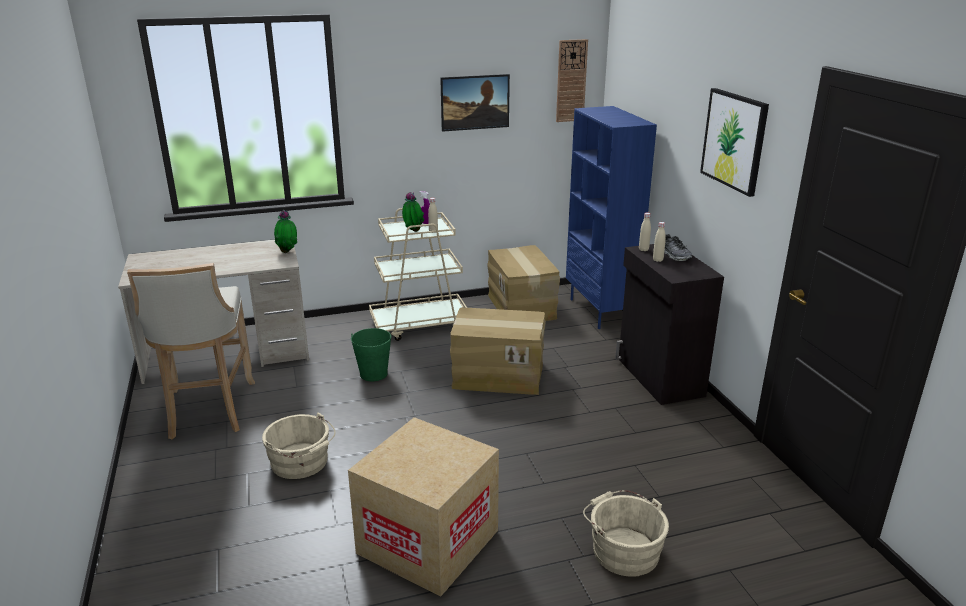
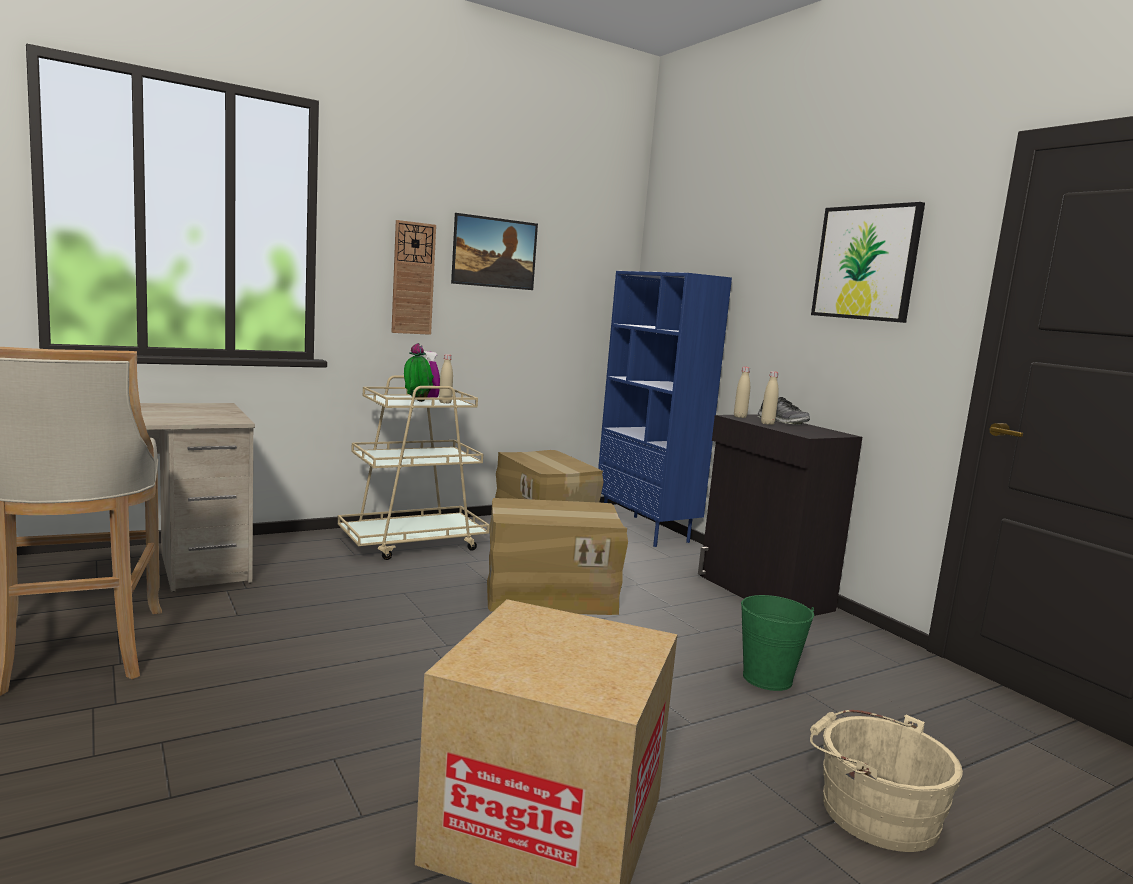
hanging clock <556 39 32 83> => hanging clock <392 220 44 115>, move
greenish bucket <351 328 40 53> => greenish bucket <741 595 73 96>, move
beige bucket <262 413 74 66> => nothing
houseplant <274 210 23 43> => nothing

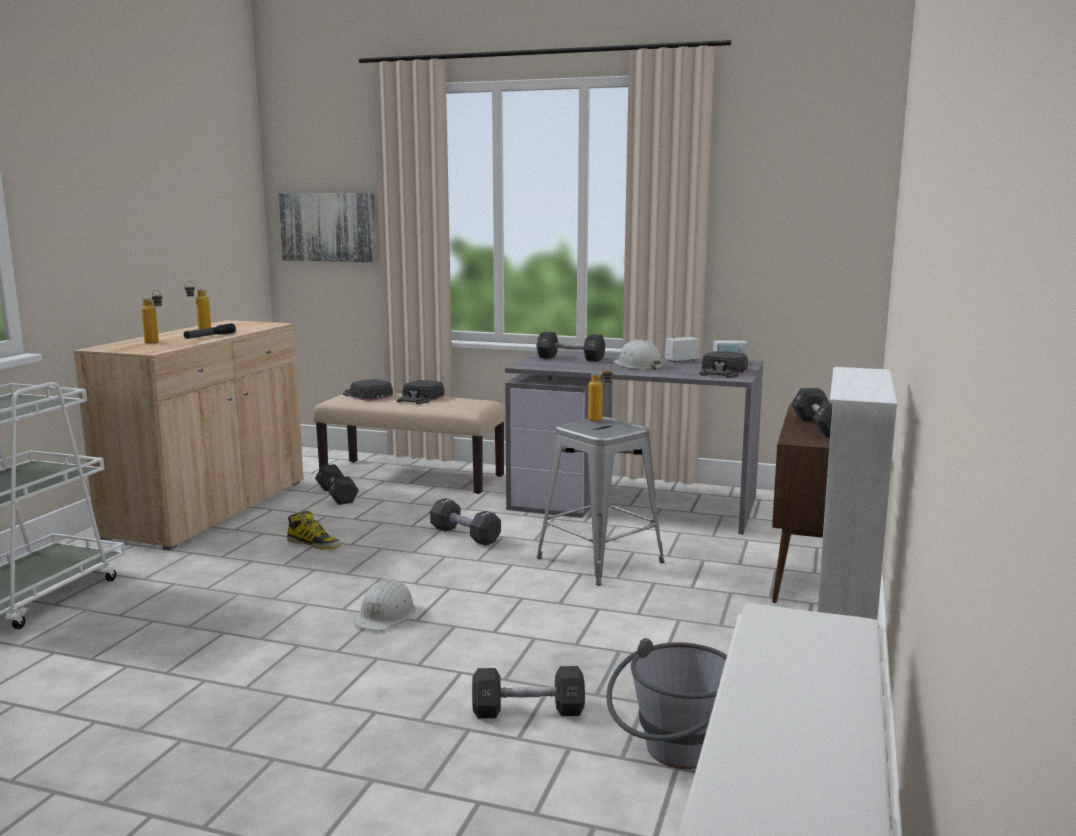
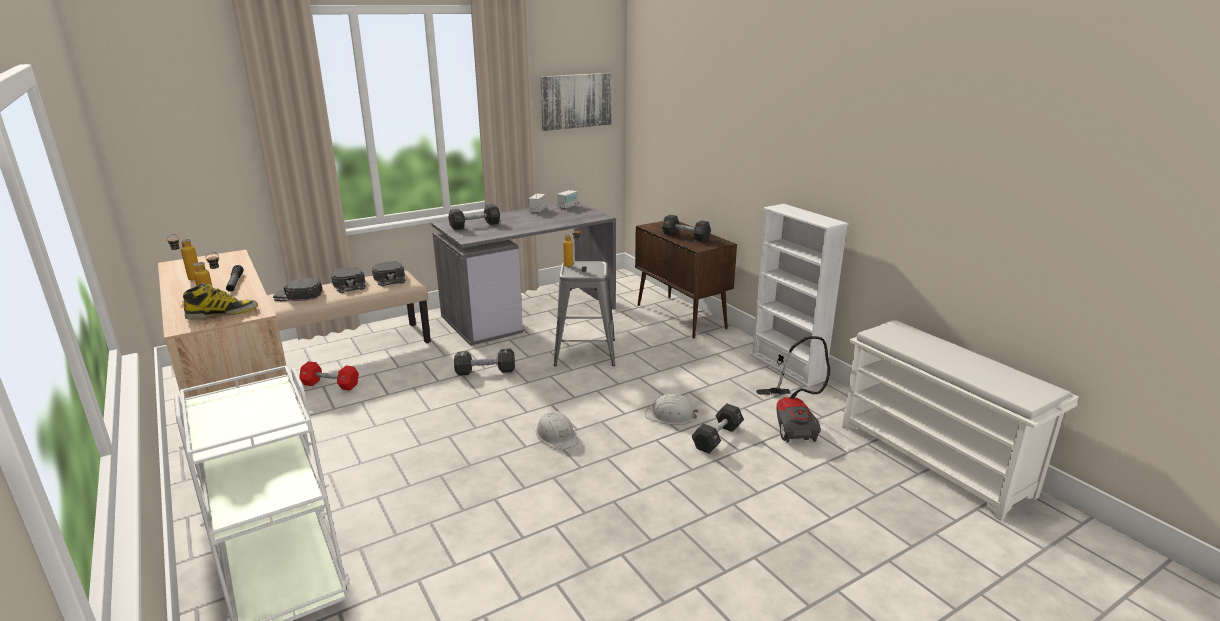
high-top boot <287 511 54 38> => high-top boot <183 283 75 37>, move
blackish dumbbell <315 464 44 41> => red dumbbell <299 361 60 30>
blackish peaked cap <699 351 49 27> => blackish peaked cap <372 261 34 26>, move
wall picture <278 193 98 69> => wall picture <540 73 72 58>, move
white safety helmet <613 340 50 30> => white safety helmet <645 394 53 31>, move
gray bucket <606 638 121 131> => vacuum <756 336 74 106>

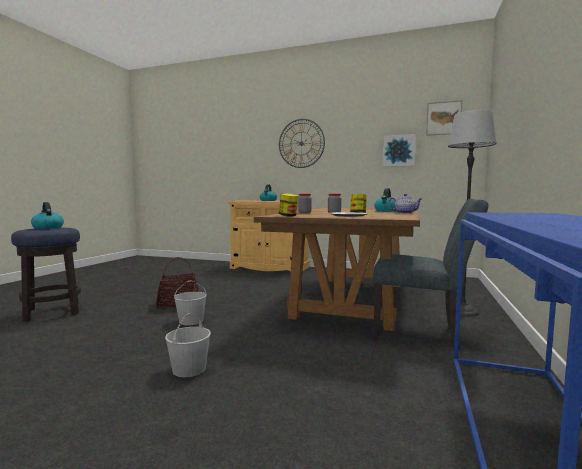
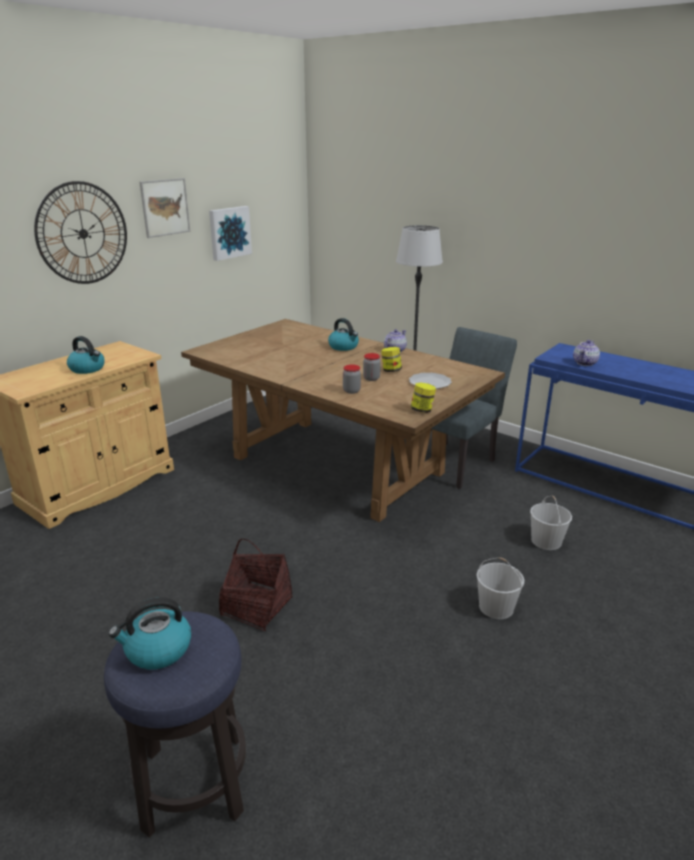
wall picture <426 100 37 36> => wall picture <139 178 51 60>, move
white bucket <174 281 33 44> => white bucket <530 496 42 54>, move
nothing => tea pot <573 340 27 26>

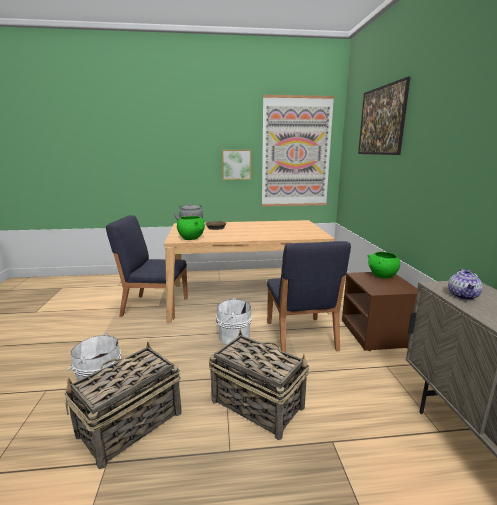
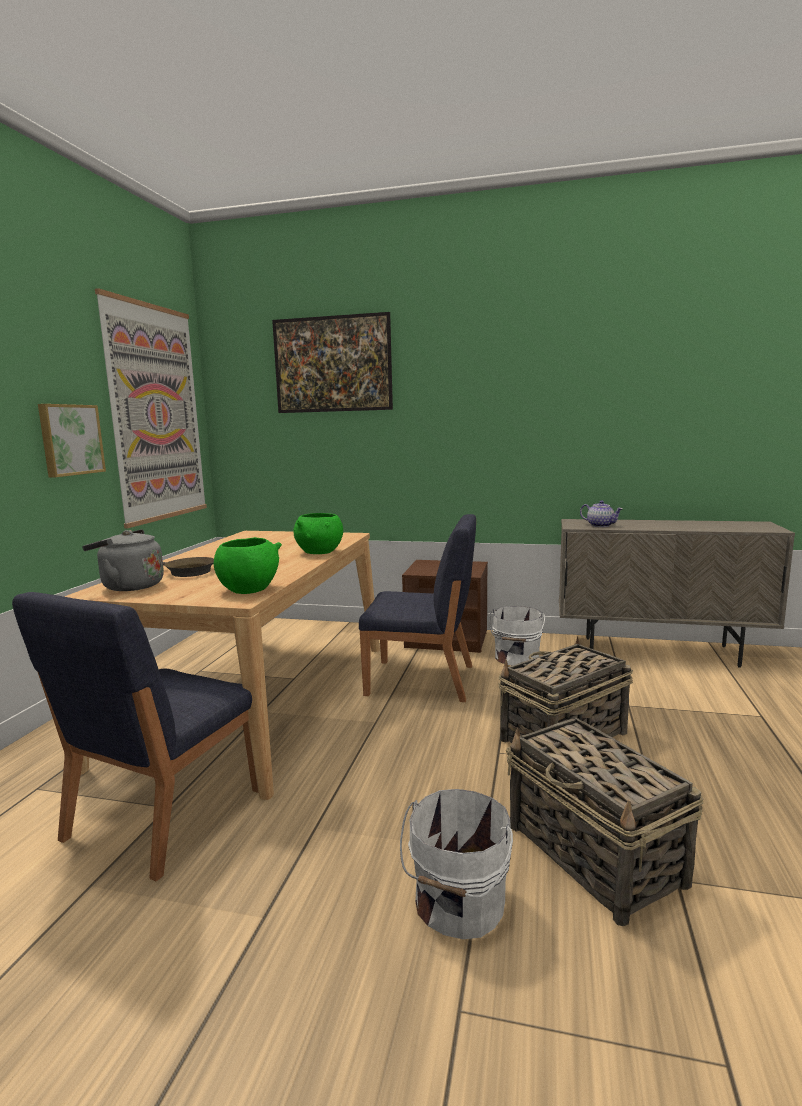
greenish serving bowl <367 252 33 27> => greenish serving bowl <293 513 50 41>, move
white bucket <216 298 36 46> => white bucket <489 606 56 60>, move

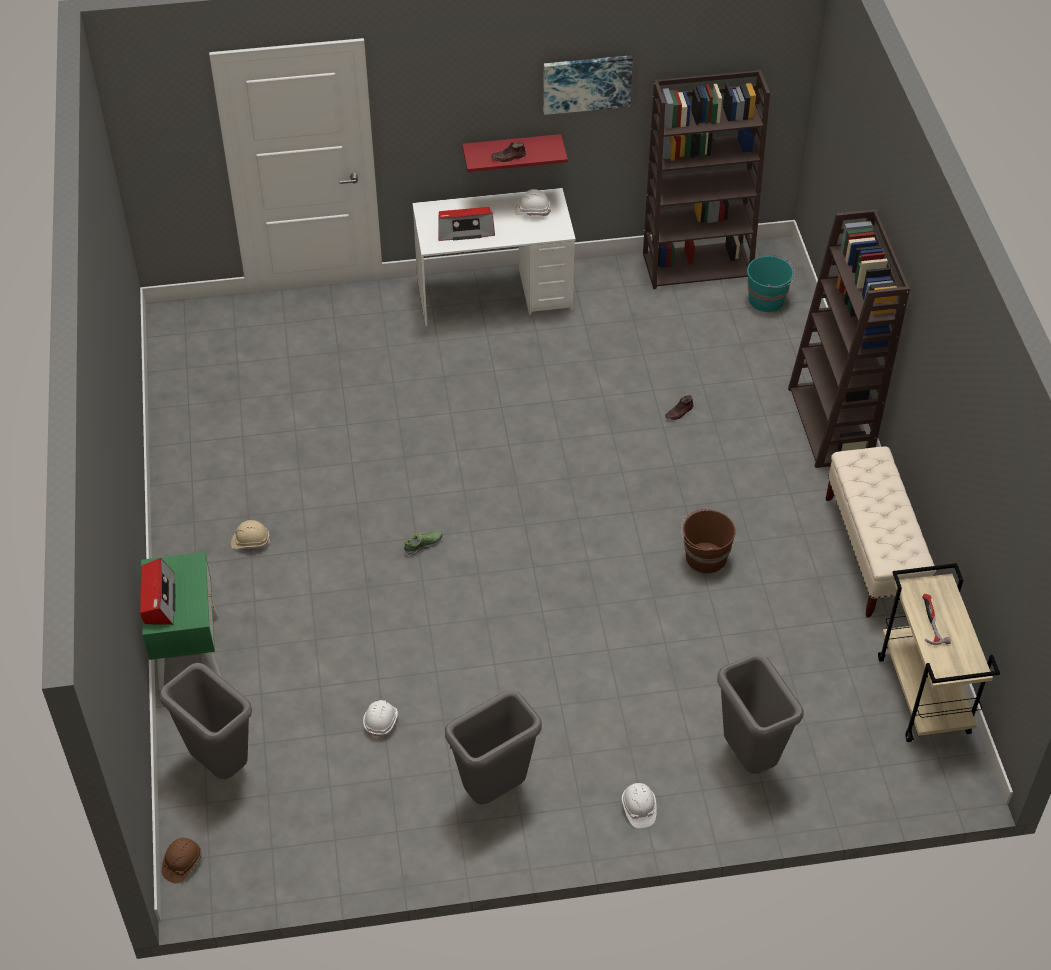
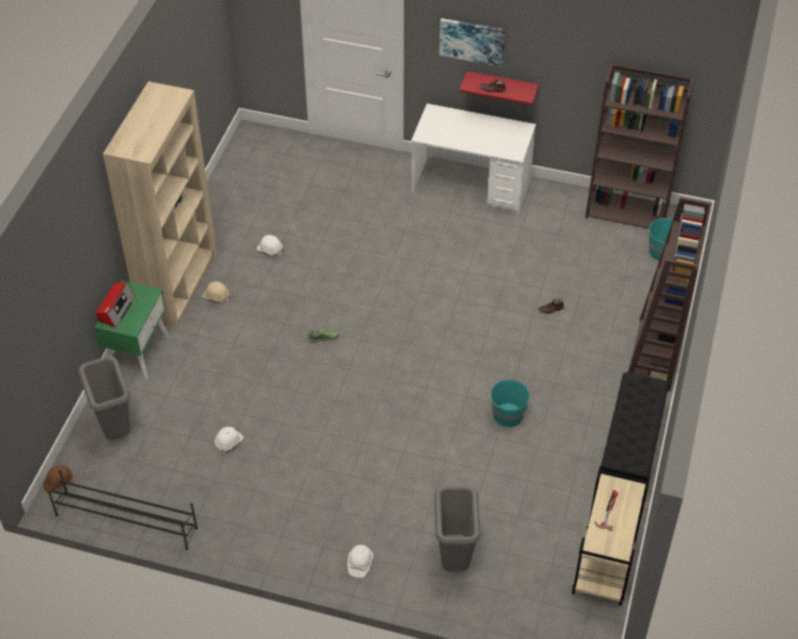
nothing => blackish shoe rack <48 470 150 80>
nothing => beige shelving unit <103 81 114 245>
white safety helmet <514 189 37 27> => white safety helmet <257 235 25 22>, move
wall picture <543 55 90 60> => wall picture <439 18 66 49>, move
brown-coloured bucket <681 509 55 64> => turquoise-coloured bucket <488 378 42 49>
beige indoor bench <826 447 110 171> => blackish indoor bench <598 372 71 133>
radio set <438 207 57 34> => nothing
gray rubbish bin <445 690 97 114> => nothing

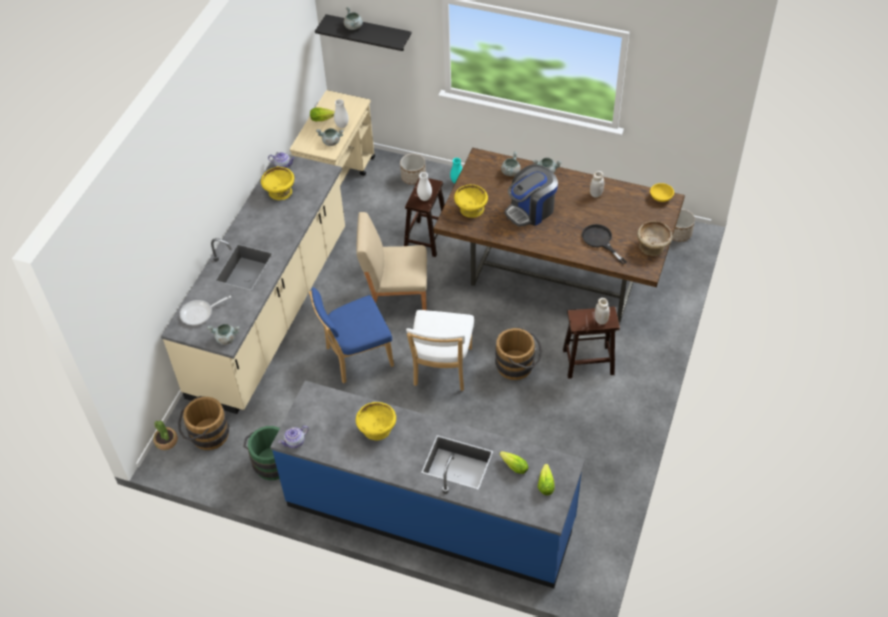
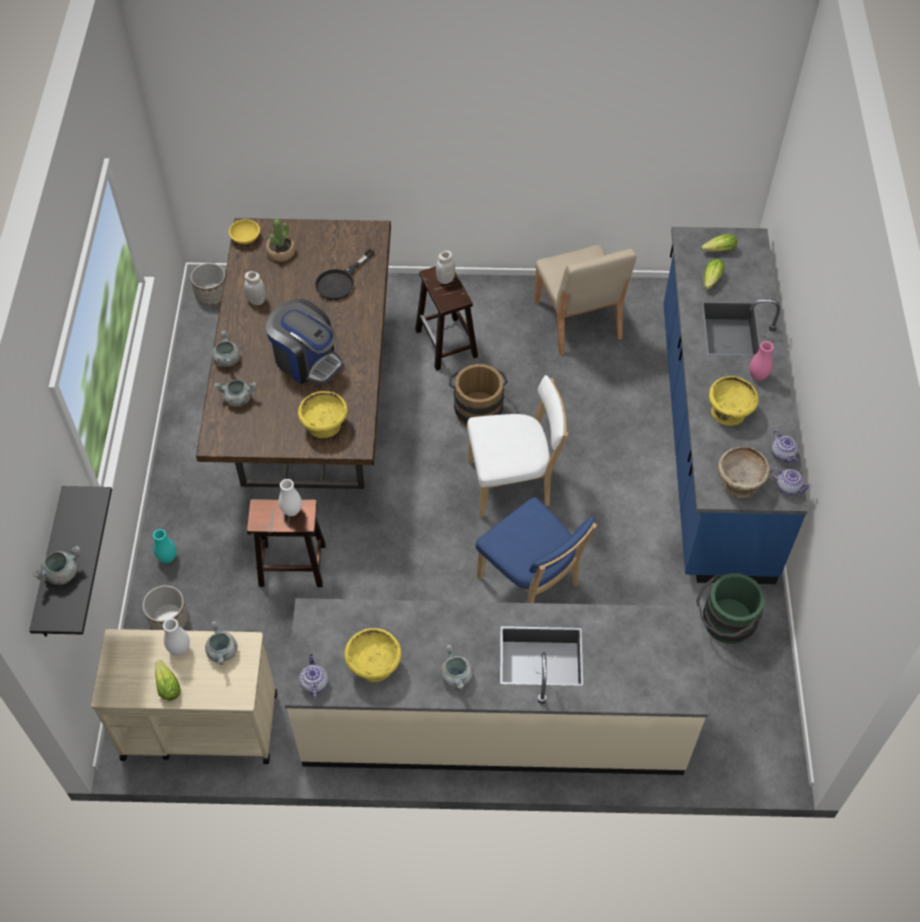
houseplant <153 421 25 29> => houseplant <266 219 30 43>, move
gray saucepot <207 324 32 21> => gray saucepot <440 645 33 45>, move
beige plain chair <356 212 71 98> => beige plain chair <534 245 102 110>, move
beige serving bowl <637 221 36 35> => beige serving bowl <718 446 52 52>, move
nothing => pink-coloured decorative vase <749 341 25 40>
nothing => tea pot <772 430 26 34>
brown-coloured bucket <178 396 51 54> => nothing
frying pan <179 295 52 30> => nothing

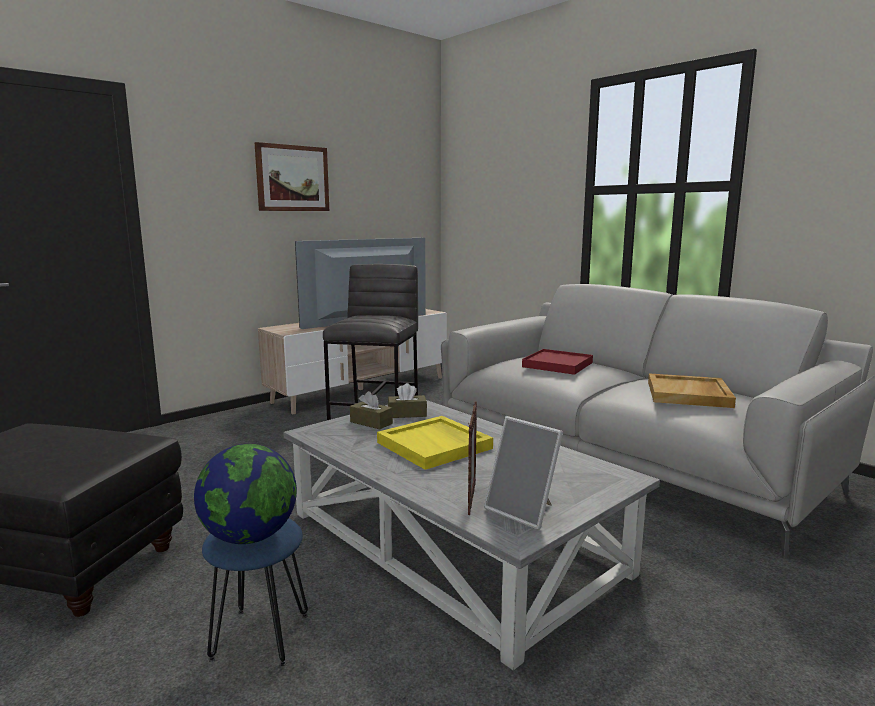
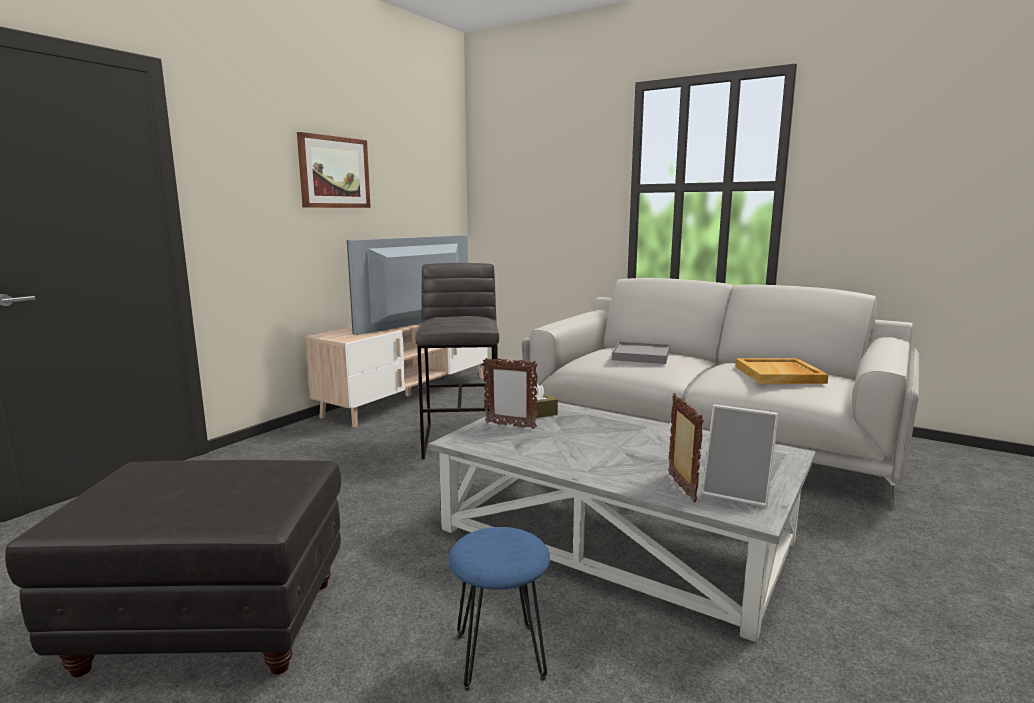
brown-coloured box of tissues <350 391 43 38> => photo frame <483 357 55 72>
red tray <522 349 71 26> => gray tray <612 342 58 22>
world globe <194 444 103 100> => nothing
yellow-coloured tray <377 416 116 54> => nothing

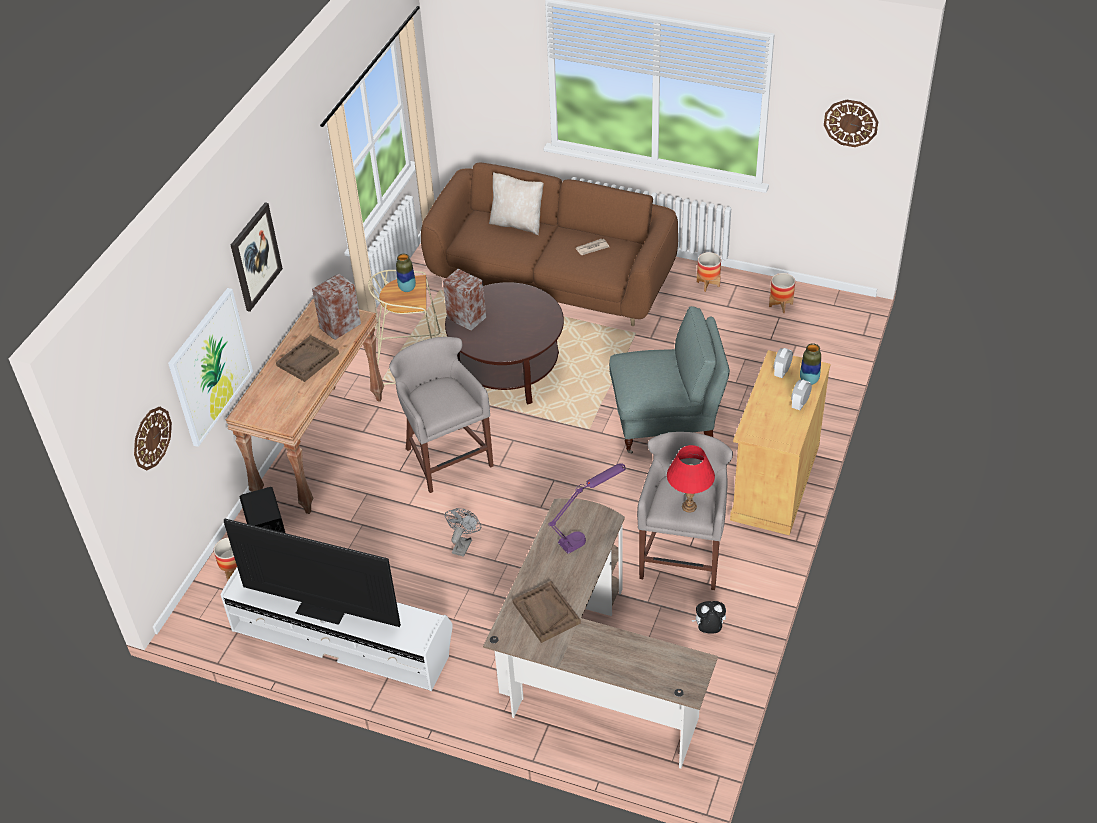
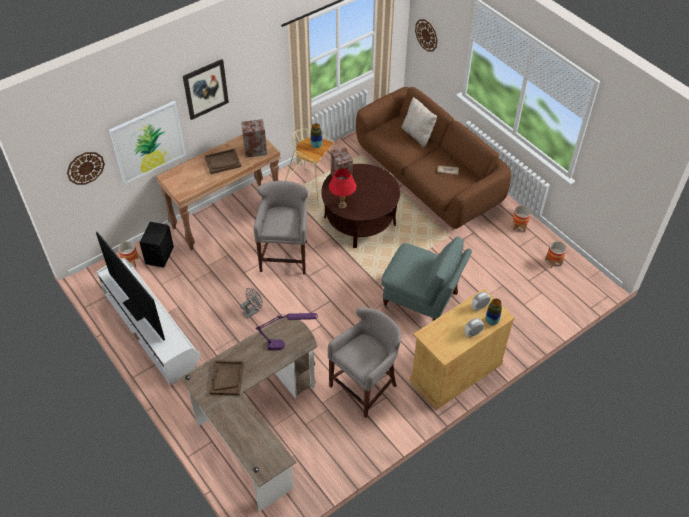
red lamp for a table <667 445 48 68> => red lamp for a table <329 169 28 40>, move
hanging clock <824 100 54 47> => hanging clock <415 19 23 33>, move
plush toy <692 601 34 33> => nothing

